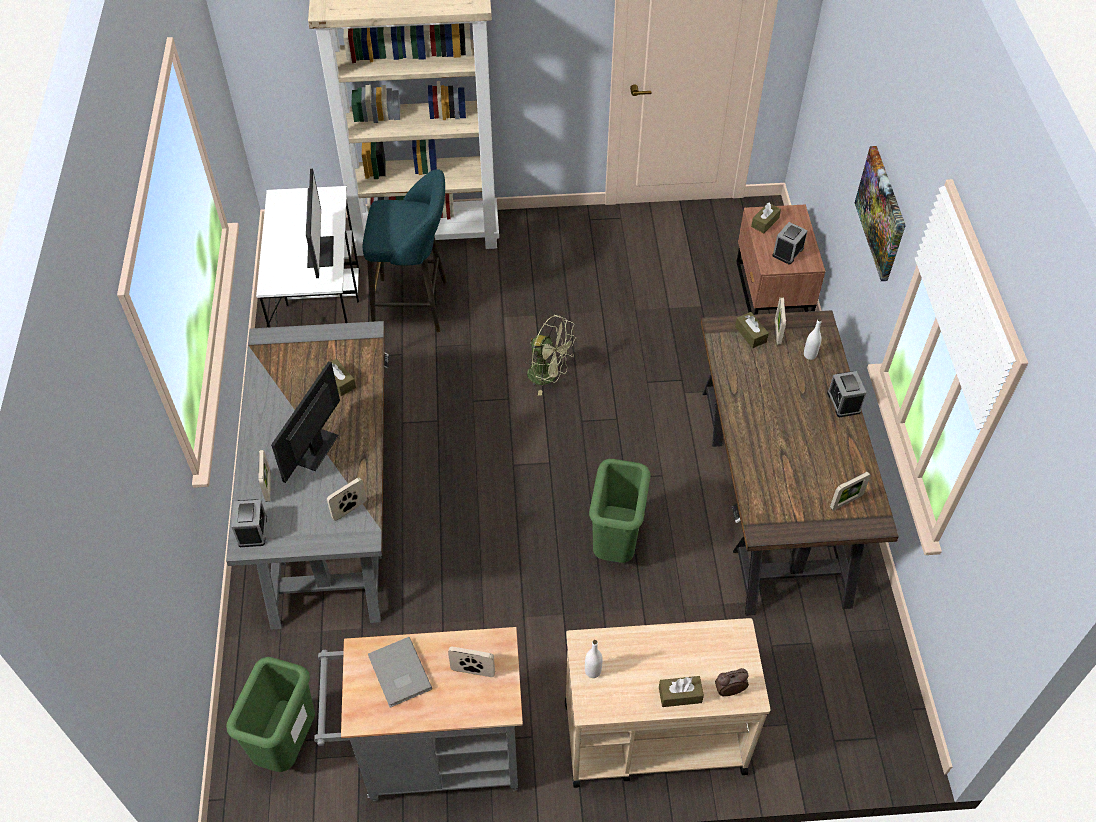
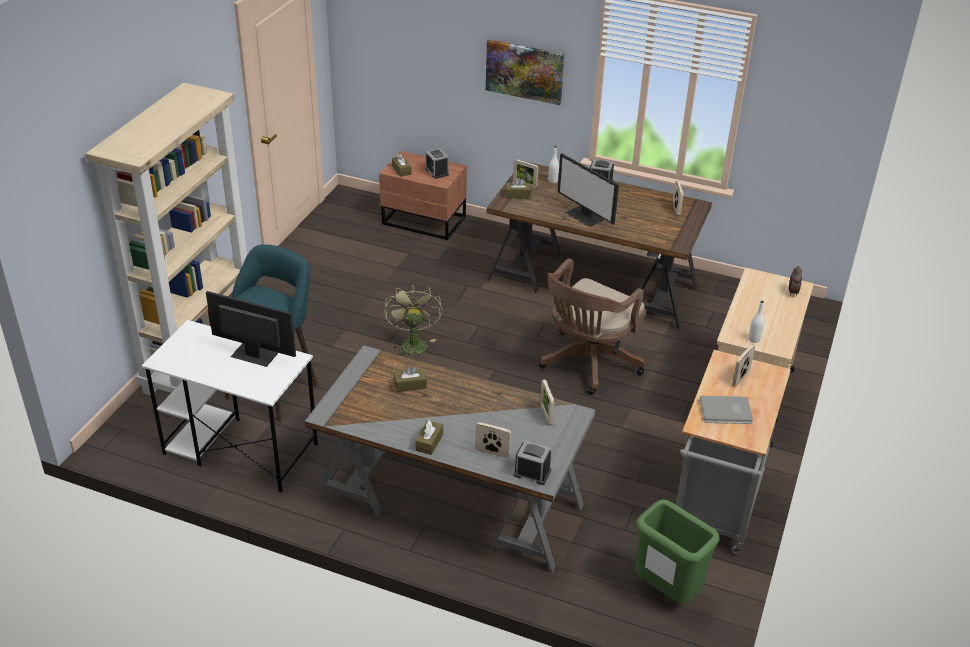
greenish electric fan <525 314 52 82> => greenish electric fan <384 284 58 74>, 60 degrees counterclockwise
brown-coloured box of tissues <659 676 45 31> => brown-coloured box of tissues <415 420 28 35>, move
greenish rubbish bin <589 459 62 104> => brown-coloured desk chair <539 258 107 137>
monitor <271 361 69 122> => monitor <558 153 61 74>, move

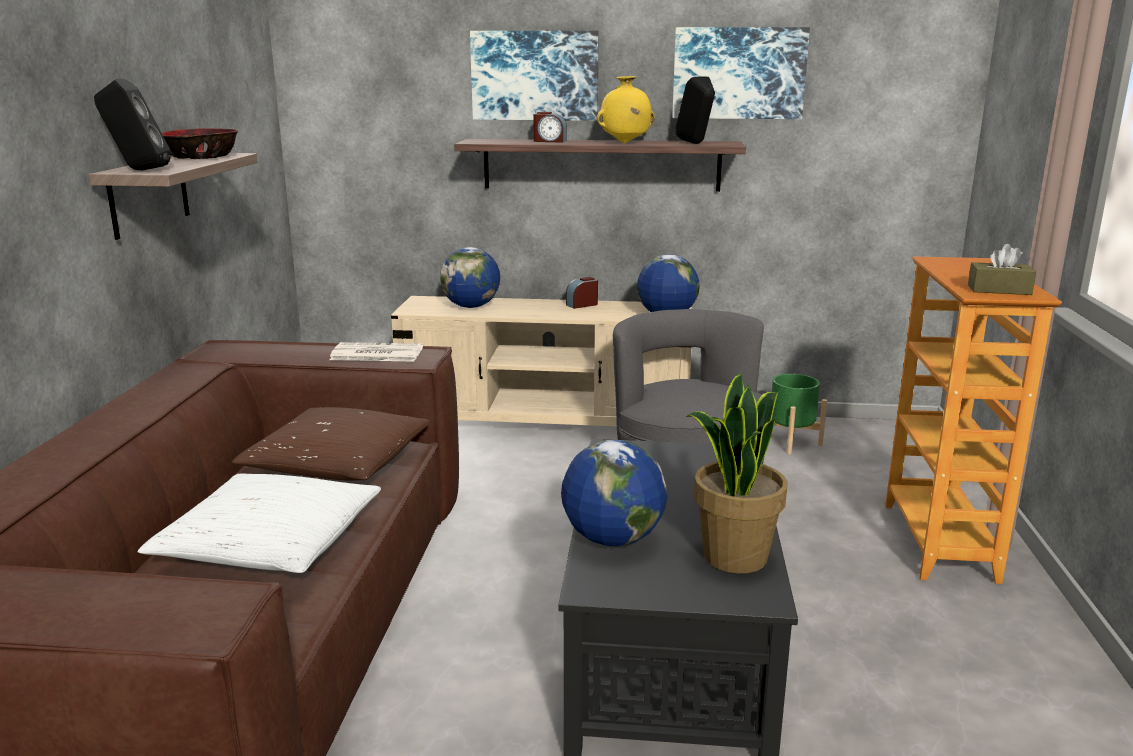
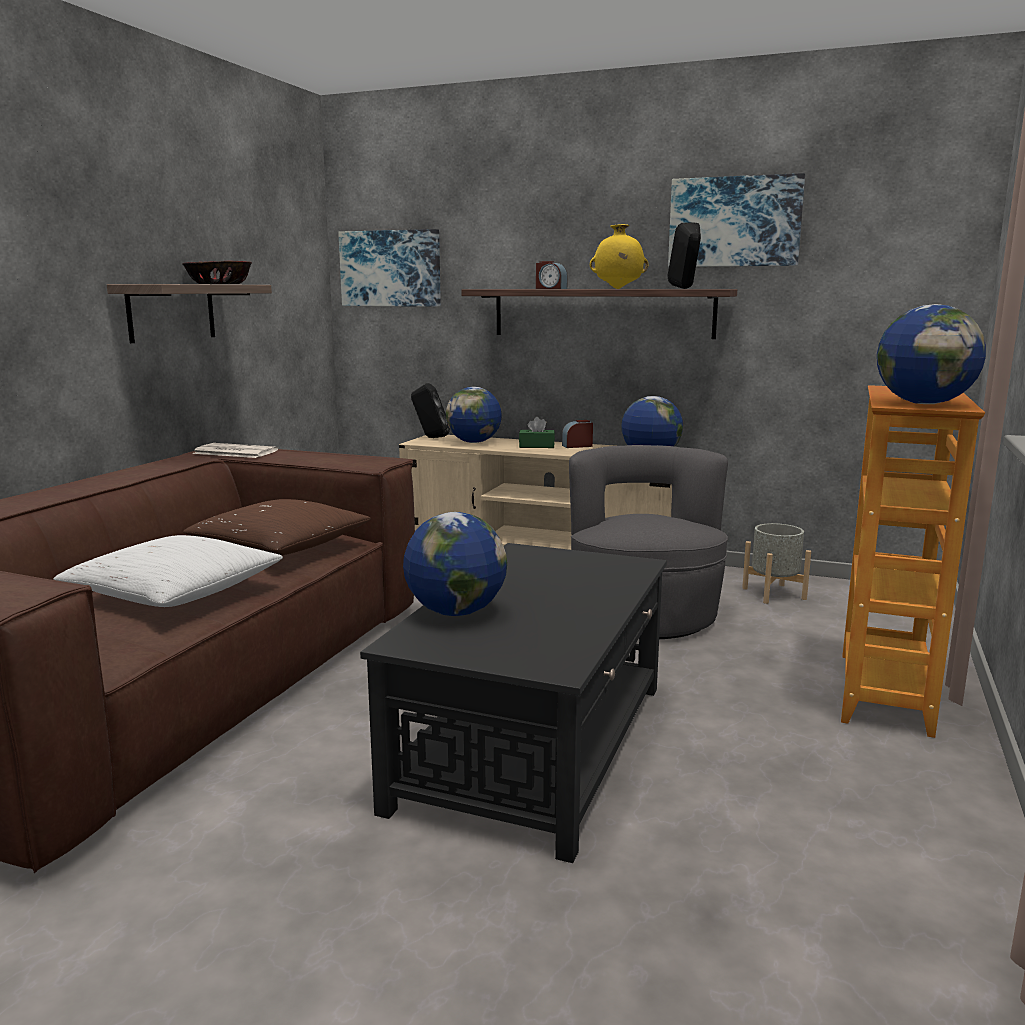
printed paper <330 342 93 20> => printed paper <193 443 85 15>, move
wall picture <470 31 129 90> => wall picture <338 229 103 78>, move
blackish audio speaker <94 79 77 91> => blackish audio speaker <411 383 39 55>, move
nothing => greenish box of tissues <519 417 36 31>
greenish planter <764 374 63 80> => gray planter <742 523 69 81>
brown-coloured box of tissues <968 244 68 51> => world globe <877 304 109 100>
houseplant <686 373 102 201> => nothing

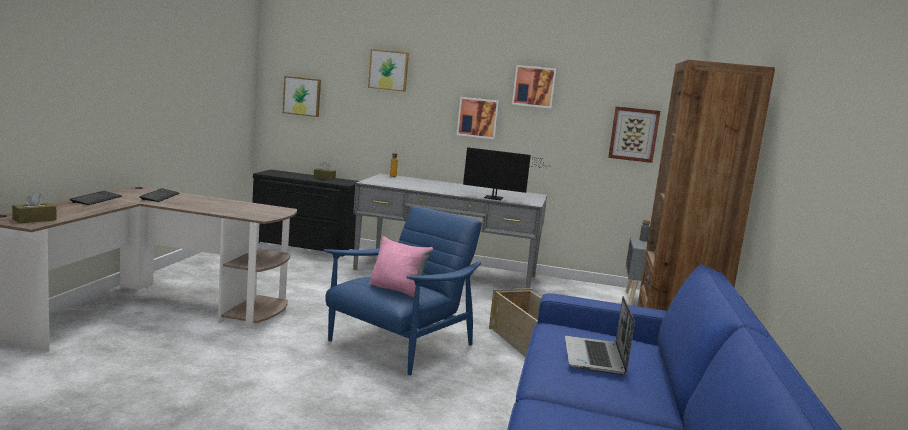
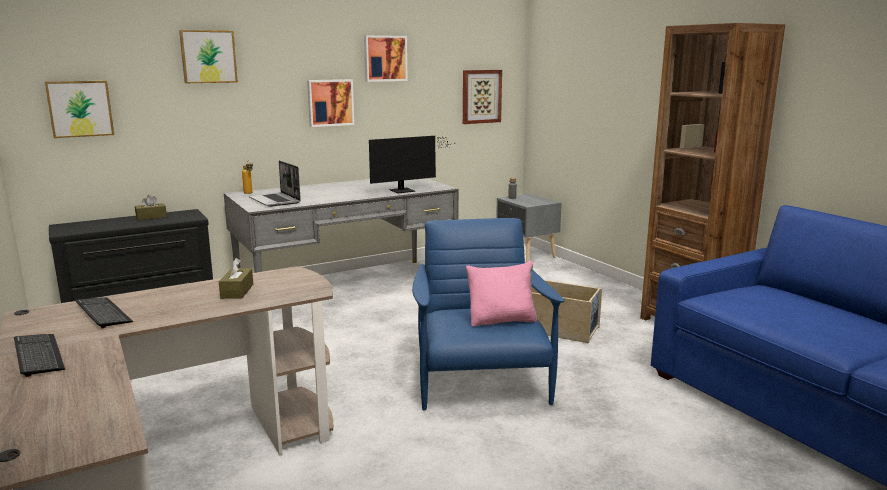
brown-coloured box of tissues <12 192 45 31> => brown-coloured box of tissues <219 258 34 41>, move
laptop <565 296 70 79> => laptop <249 160 52 47>, move

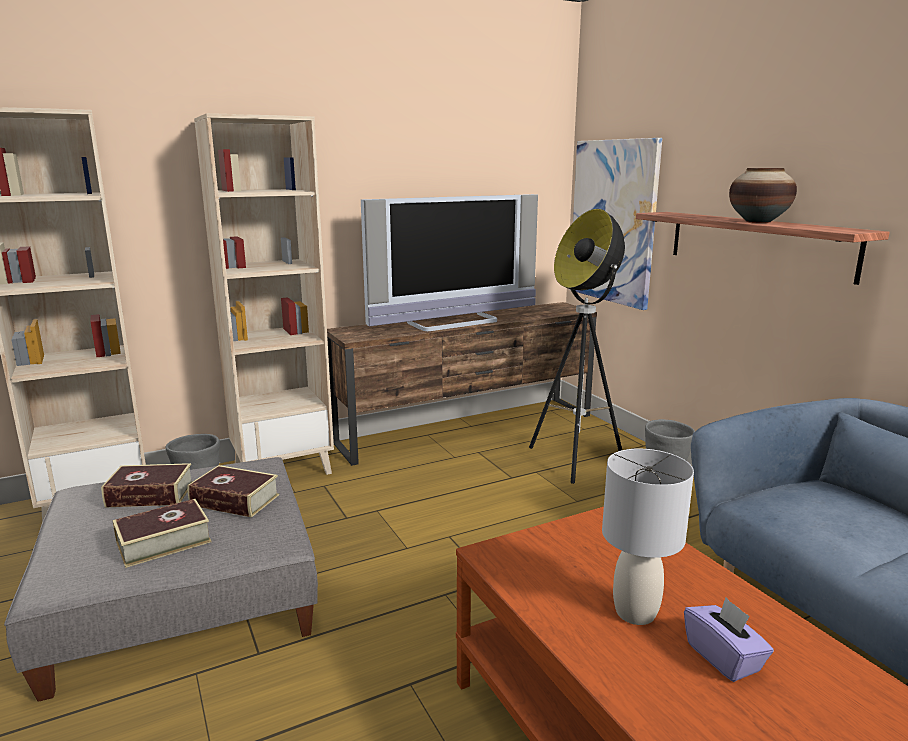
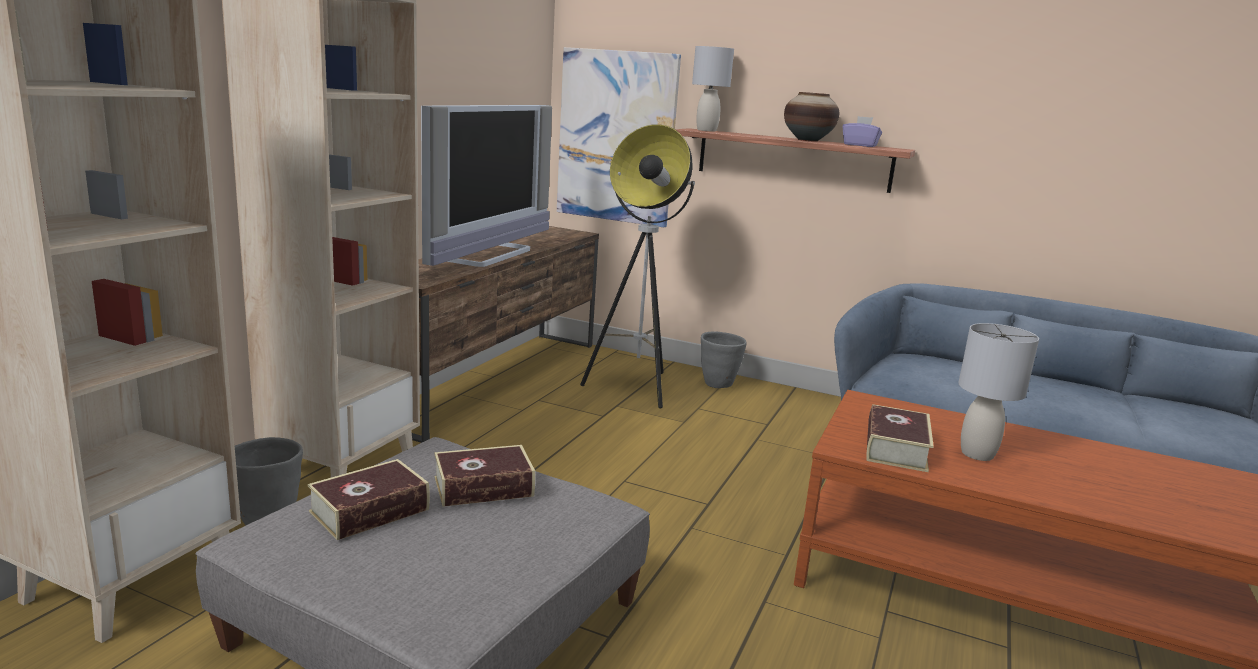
nothing => gray lamp for a table <692 46 42 86>
purplish box of tissues <684 597 90 85> => purplish box of tissues <843 116 39 31>, move
volume <113 499 99 69> => volume <866 404 68 68>, move

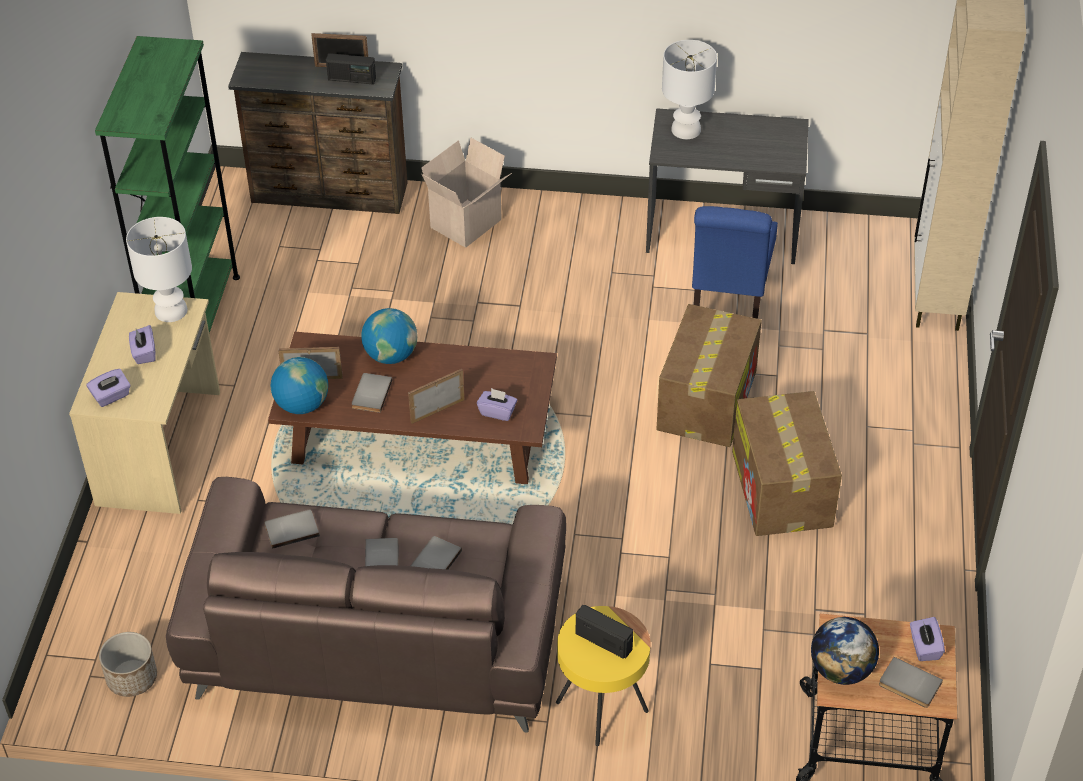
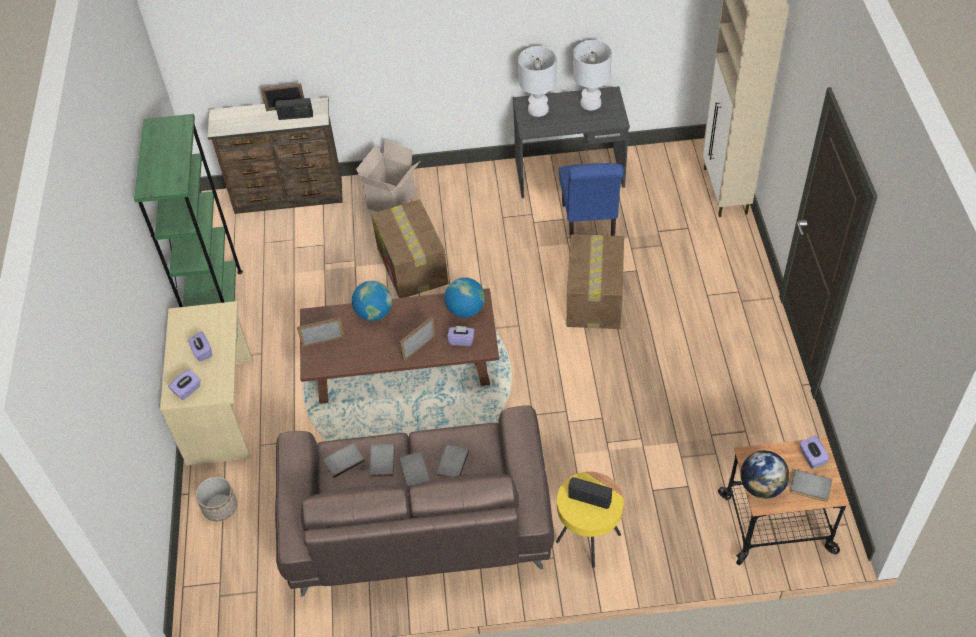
planter <99 632 58 65> => planter <196 477 41 44>, move
gray volume <352 373 40 40> => gray volume <369 444 26 33>, move
carton <732 391 110 145> => carton <371 199 77 99>, move
world globe <271 357 57 57> => world globe <444 277 41 41>, move
white lamp for a table <126 217 66 105> => white lamp for a table <573 40 39 70>, move

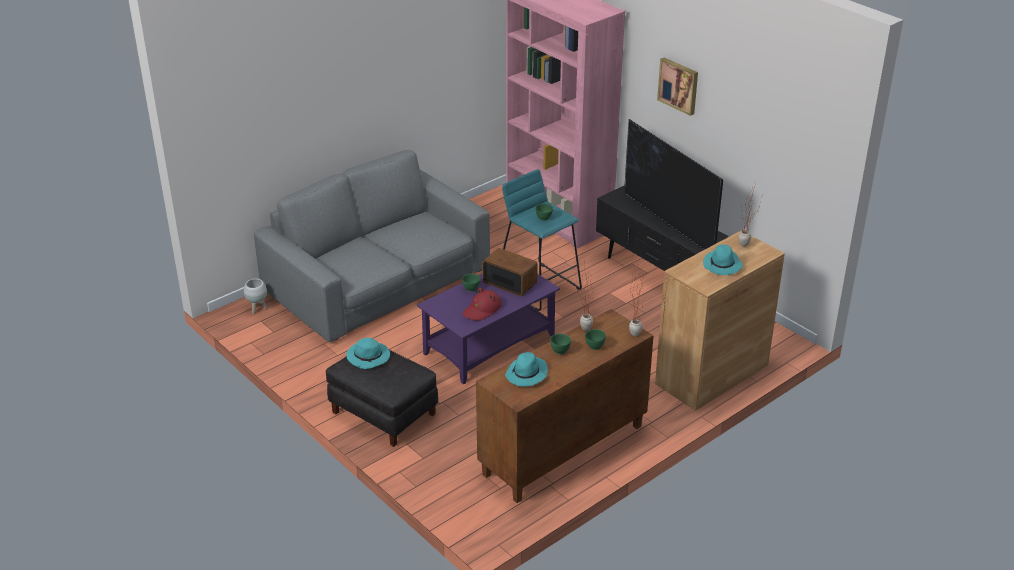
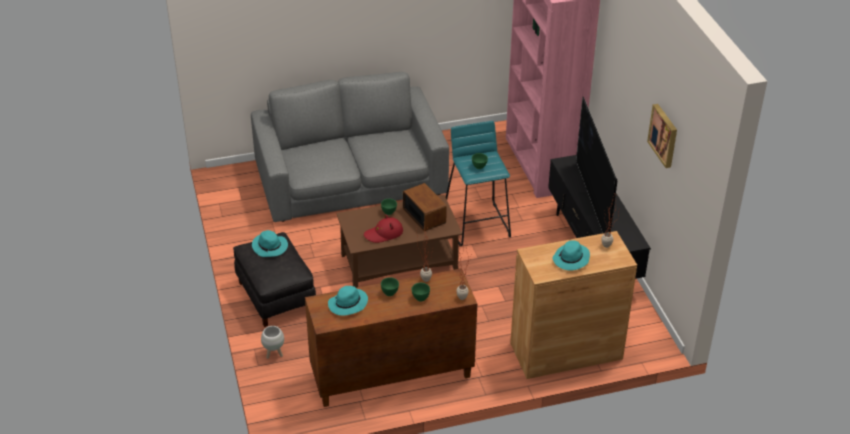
white planter <244 279 23 35> => white planter <261 326 23 33>, move
purplish coffee table <417 274 143 111> => brown-coloured coffee table <336 195 126 93>
wall picture <657 58 41 58> => wall picture <647 104 30 64>, move

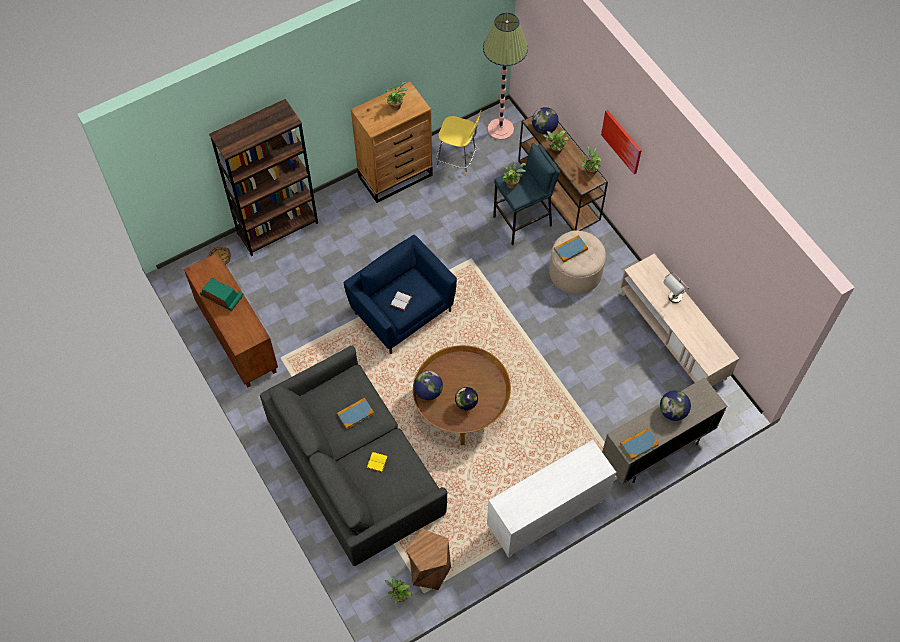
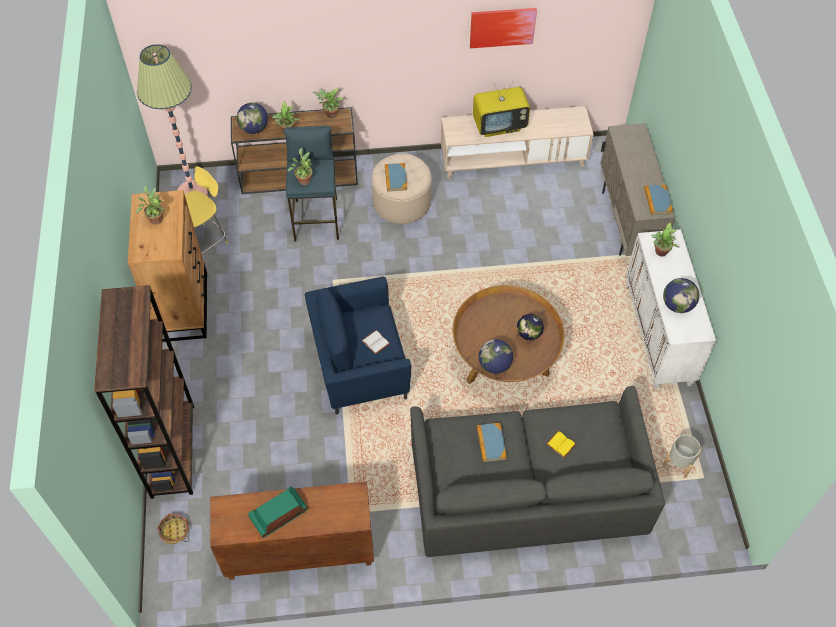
wall picture <601 110 41 64> => wall picture <470 8 67 40>, move
gray lamp for a table <663 272 26 31> => television <473 81 57 56>
houseplant <385 577 28 28> => houseplant <651 222 28 34>, move
world globe <660 390 31 31> => world globe <663 278 36 35>, move
brown-coloured sitting stool <406 529 45 61> => gray planter <663 435 39 43>

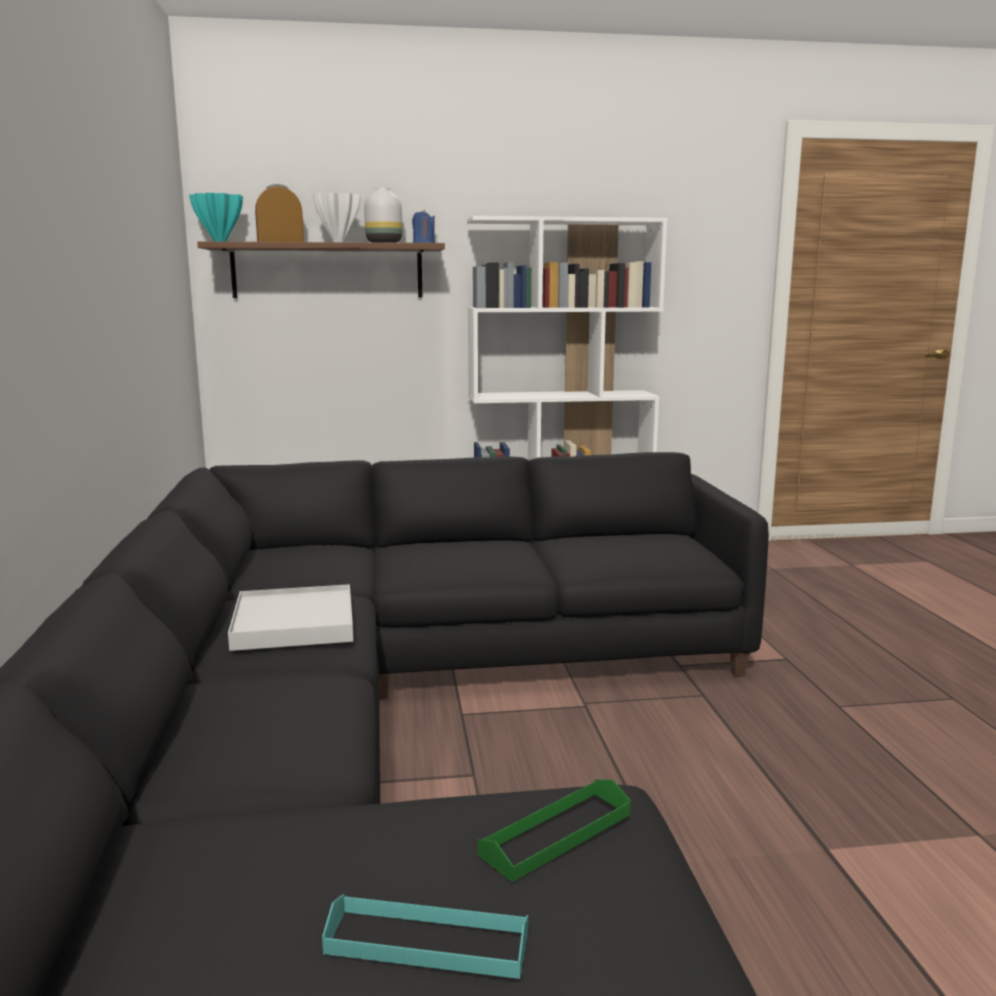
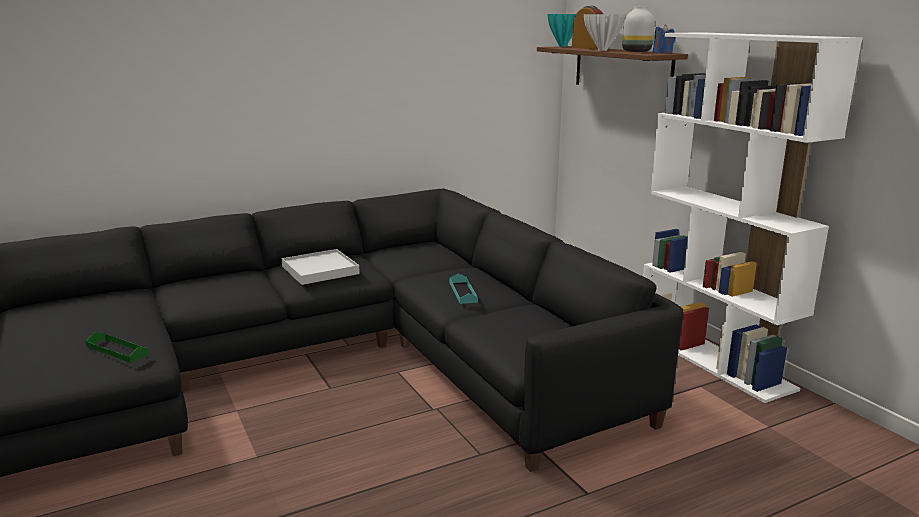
turquoise-coloured tray <322 894 206 85> => turquoise-coloured tray <450 274 28 30>, move

